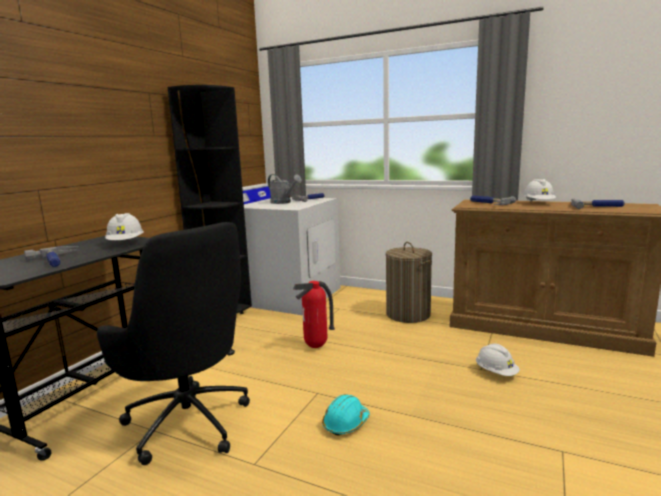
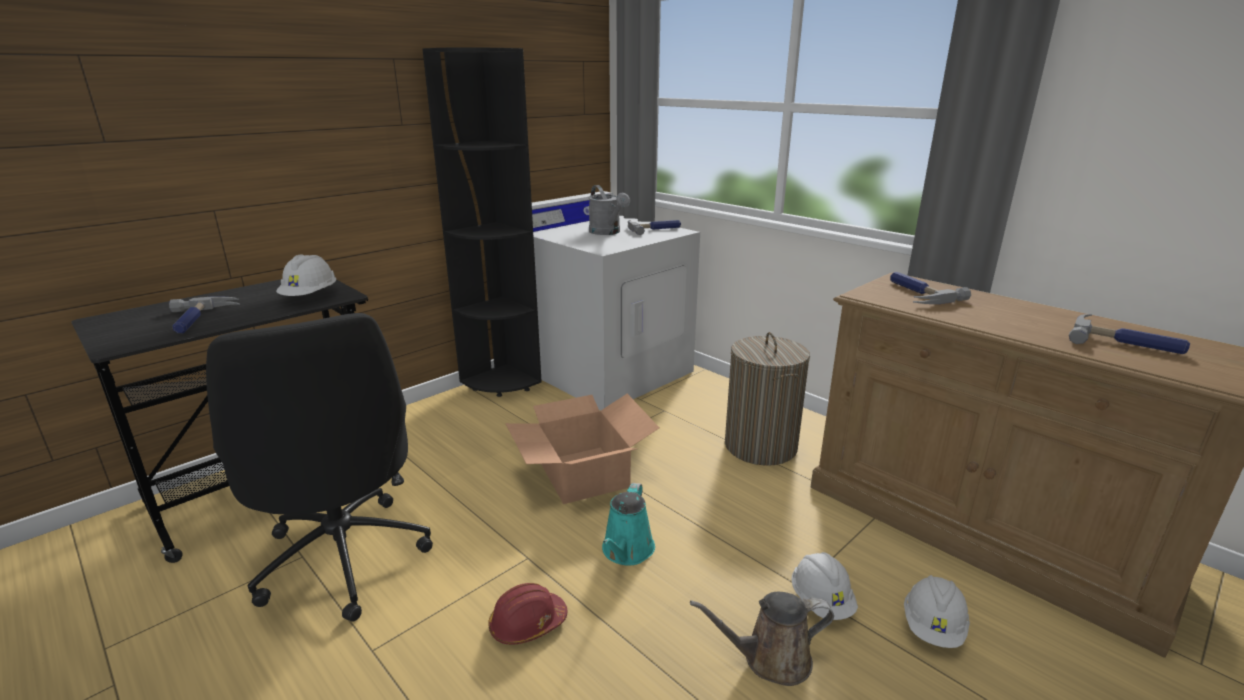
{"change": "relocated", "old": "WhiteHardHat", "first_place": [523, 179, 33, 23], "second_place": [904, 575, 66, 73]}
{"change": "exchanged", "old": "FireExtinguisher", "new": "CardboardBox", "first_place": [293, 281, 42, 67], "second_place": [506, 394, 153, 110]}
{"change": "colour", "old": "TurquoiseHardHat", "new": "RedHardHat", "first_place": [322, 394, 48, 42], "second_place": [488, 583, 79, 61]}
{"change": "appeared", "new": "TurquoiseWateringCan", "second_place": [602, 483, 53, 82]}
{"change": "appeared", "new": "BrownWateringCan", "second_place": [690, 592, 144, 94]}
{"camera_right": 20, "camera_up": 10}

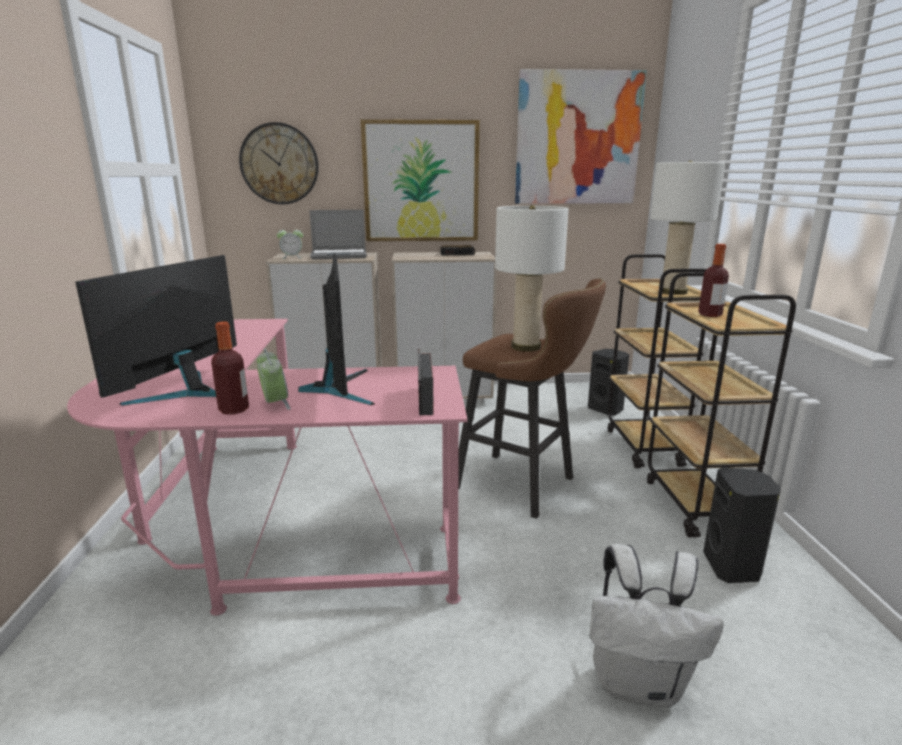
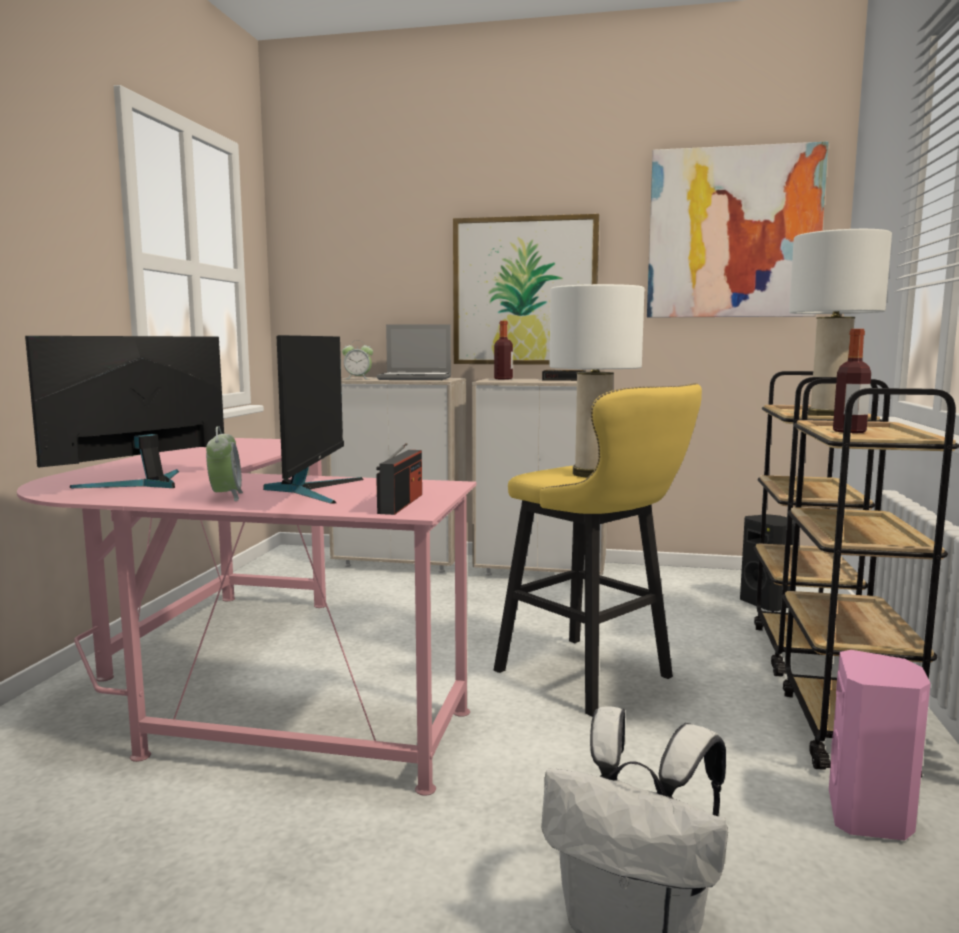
{"change": "missing", "old": "WallClock", "first_place": [239, 122, 80, 82]}
{"change": "colour", "old": "BrownStool", "new": "YellowStool", "first_place": [458, 278, 148, 241], "second_place": [494, 383, 208, 334]}
{"change": "relocated", "old": "Bottle", "first_place": [211, 322, 38, 93], "second_place": [494, 321, 19, 59]}
{"change": "colour", "old": "BlackSpeaker", "new": "PinkSpeaker", "first_place": [703, 467, 78, 116], "second_place": [829, 650, 102, 191]}
{"camera_right": 15, "camera_up": -10}

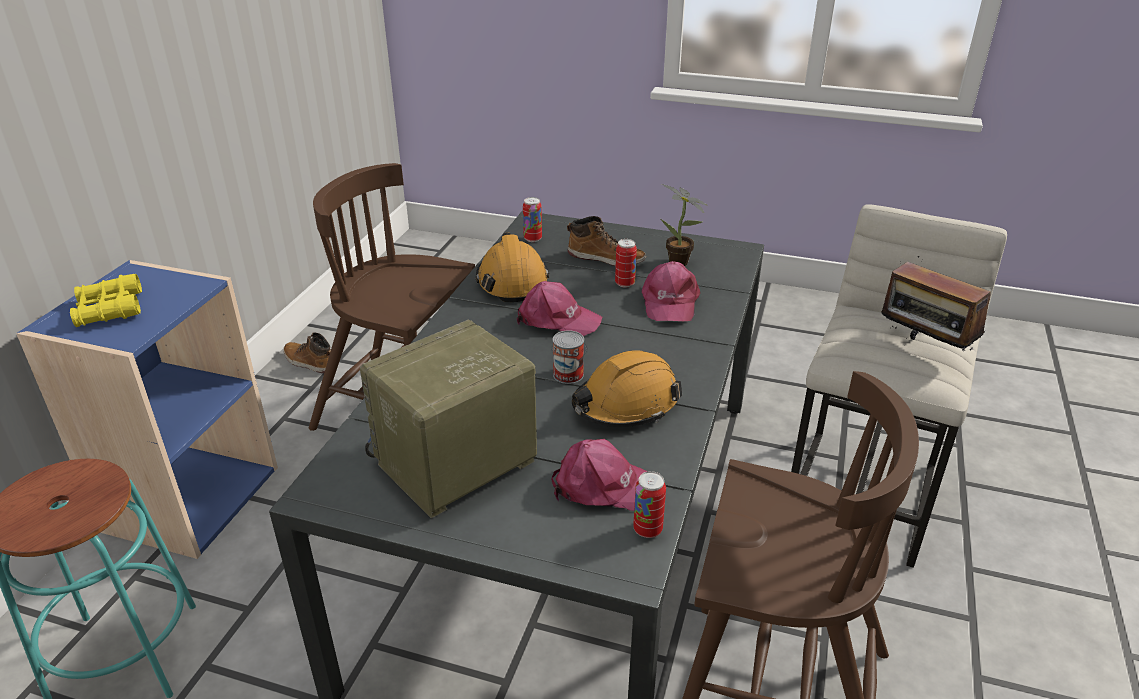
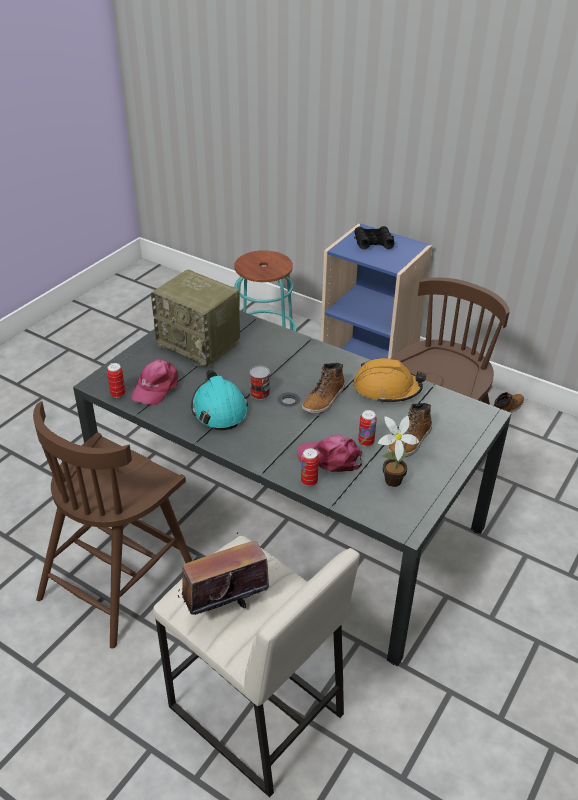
{"change": "relocated", "old": "Can", "first_place": [523, 197, 19, 45], "second_place": [301, 448, 18, 38]}
{"change": "colour", "old": "YellowBinoculars", "new": "BlackBinoculars", "first_place": [70, 274, 72, 53], "second_place": [354, 226, 40, 23]}
{"change": "exchanged", "old": "PinkCap", "new": "Boot", "first_place": [516, 281, 86, 55], "second_place": [302, 363, 43, 51]}
{"change": "spun", "old": "Radio", "first_place": [360, 319, 177, 199], "second_place": [151, 269, 89, 99], "degrees": 150}
{"change": "colour", "old": "OrangeHardHat", "new": "TurquoiseHardHat", "first_place": [572, 350, 110, 77], "second_place": [191, 370, 57, 60]}
{"camera_right": 105, "camera_up": 5}

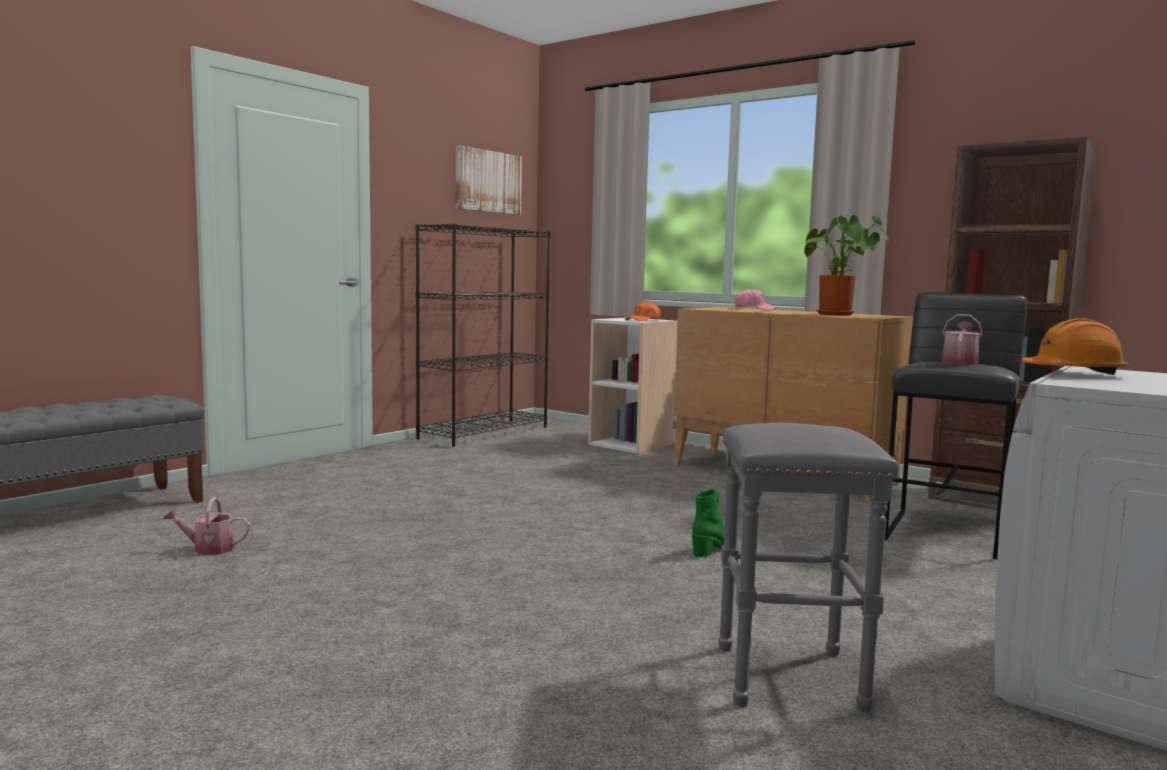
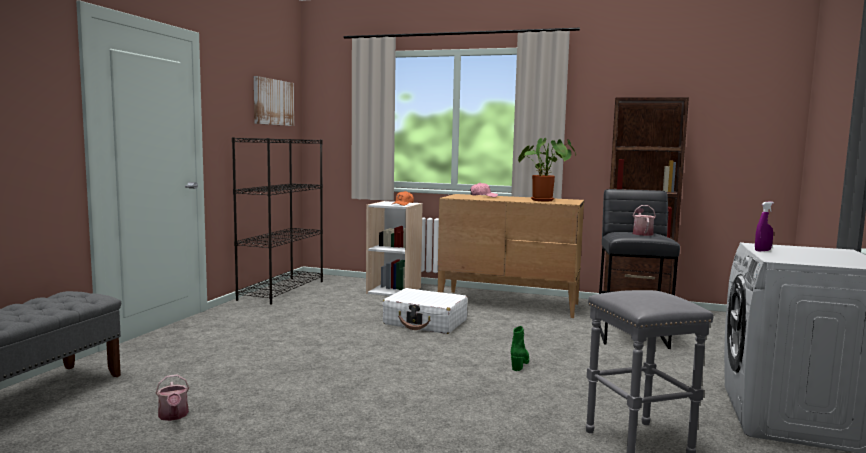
{"change": "exchanged", "old": "OrangeHardHat", "new": "PurpleSprayBottle", "first_place": [1021, 318, 108, 57], "second_place": [755, 201, 19, 51]}
{"change": "spun", "old": "WateringCan", "first_place": [163, 497, 87, 58], "second_place": [156, 375, 33, 46], "degrees": -90}
{"change": "appeared", "new": "WhiteSuitcase", "second_place": [382, 288, 86, 46]}
{"camera_right": -20, "camera_up": 0}

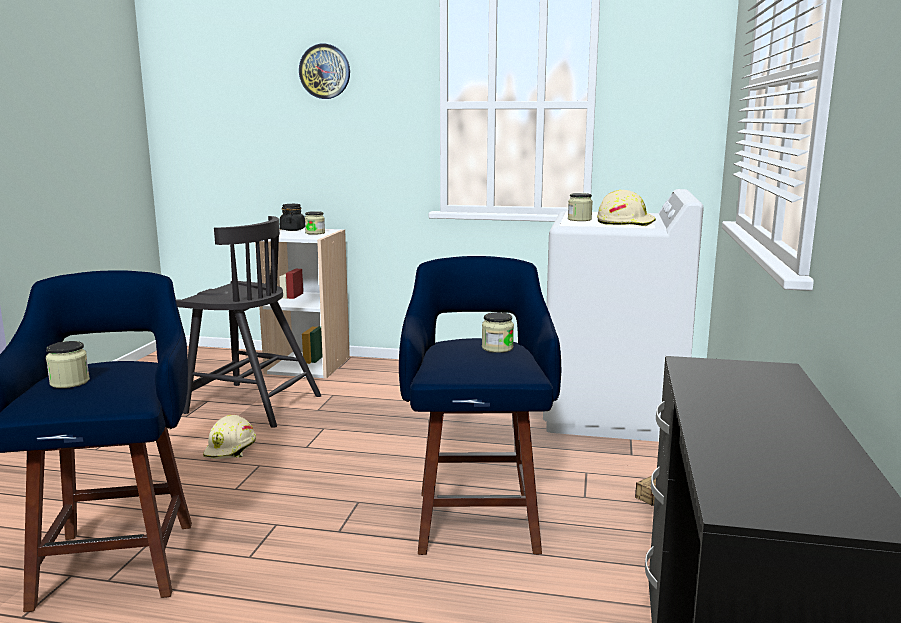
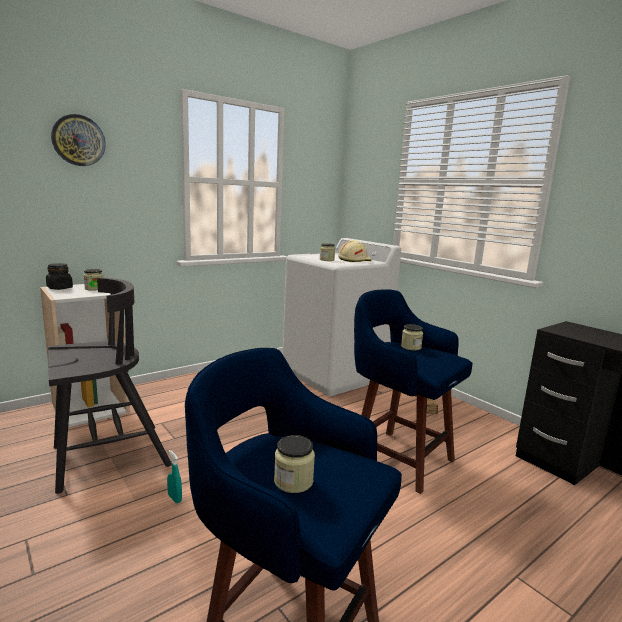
{"change": "exchanged", "old": "BeigeHardHat", "new": "TurquoiseSprayBottle", "first_place": [203, 414, 53, 45], "second_place": [167, 450, 15, 53]}
{"camera_right": -50, "camera_up": 0}

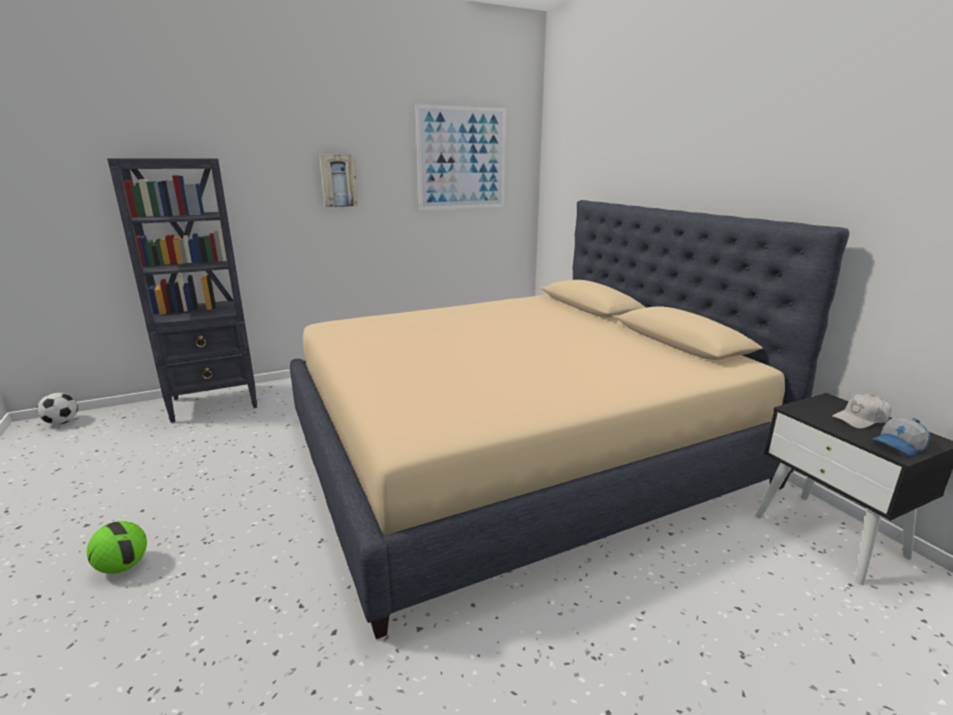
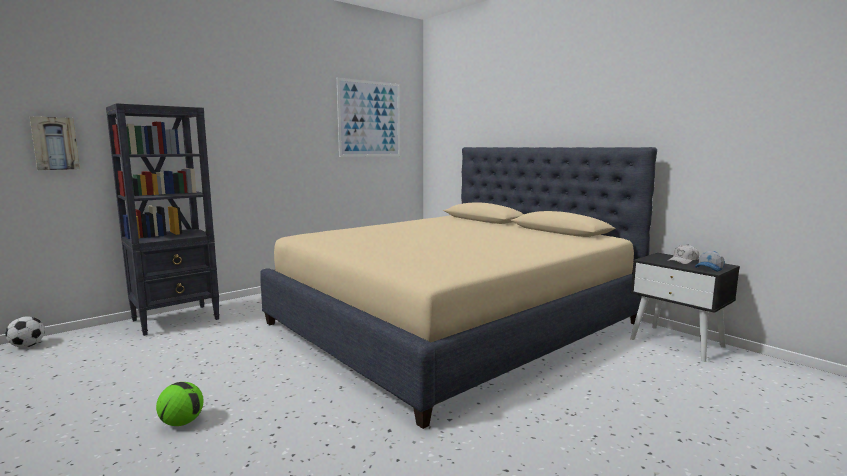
{"change": "relocated", "old": "Picture", "first_place": [319, 155, 39, 52], "second_place": [30, 117, 50, 53]}
{"camera_right": -15, "camera_up": -10}

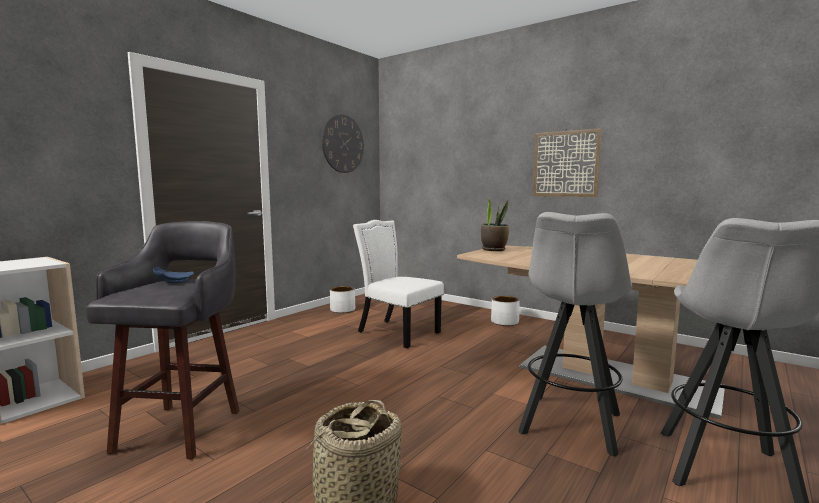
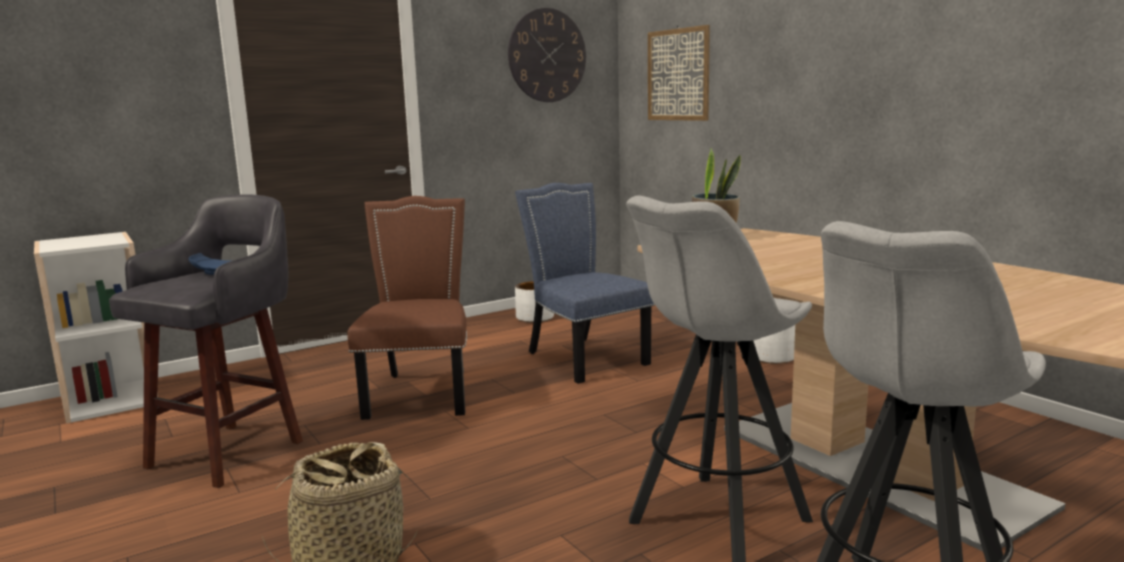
{"change": "relocated", "old": "Picture", "first_place": [533, 128, 69, 69], "second_place": [648, 25, 62, 96]}
{"change": "colour", "old": "WhiteChair", "new": "BlueChair", "first_place": [353, 220, 91, 128], "second_place": [515, 183, 140, 201]}
{"change": "appeared", "new": "BrownChair", "second_place": [347, 196, 120, 224]}
{"camera_right": 20, "camera_up": 5}

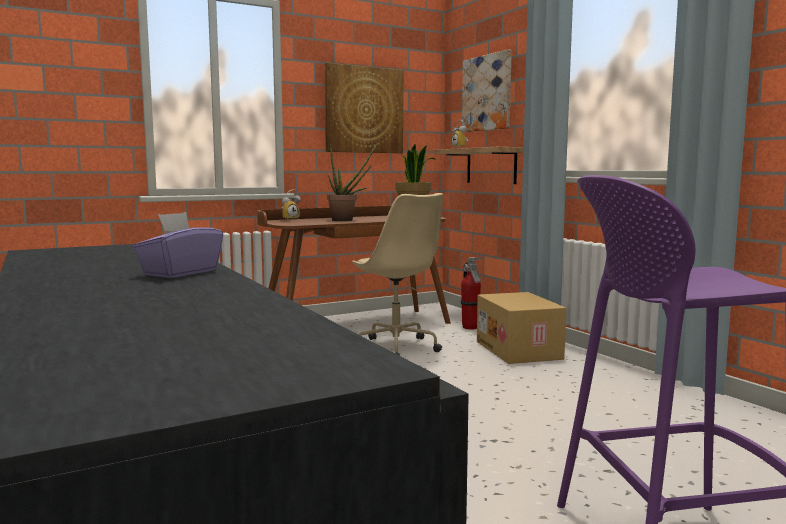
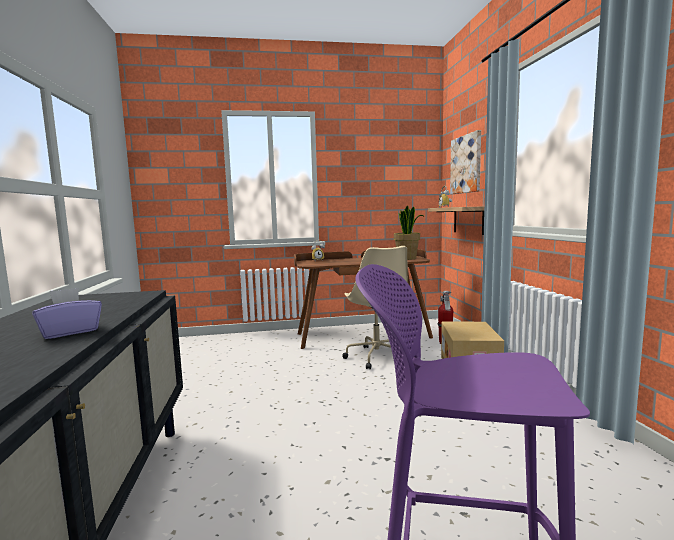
{"change": "missing", "old": "Picture", "first_place": [325, 63, 79, 90]}
{"change": "missing", "old": "PottedPlant", "first_place": [327, 143, 51, 78]}
{"camera_right": 20, "camera_up": 0}

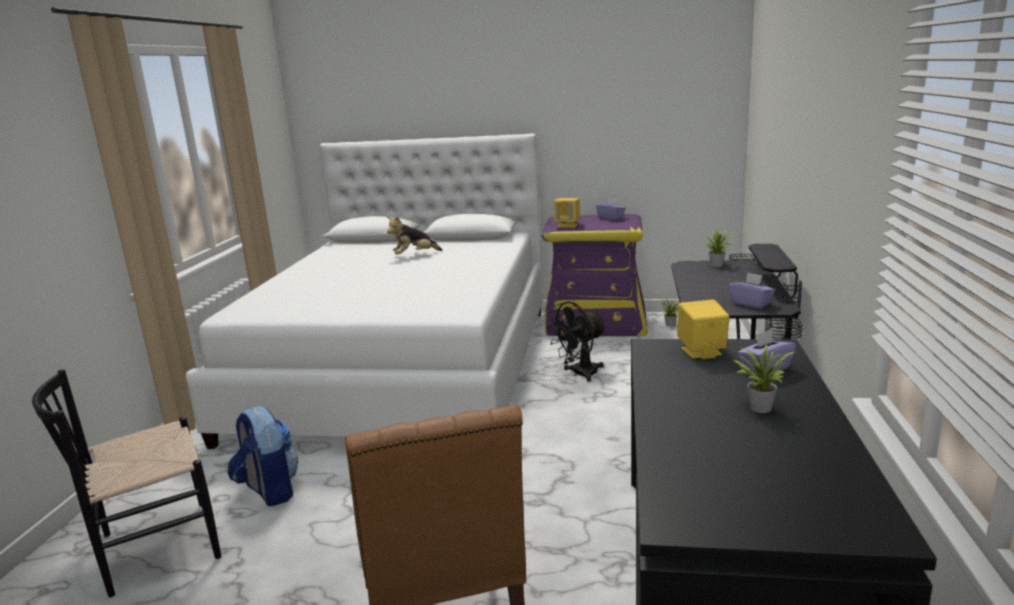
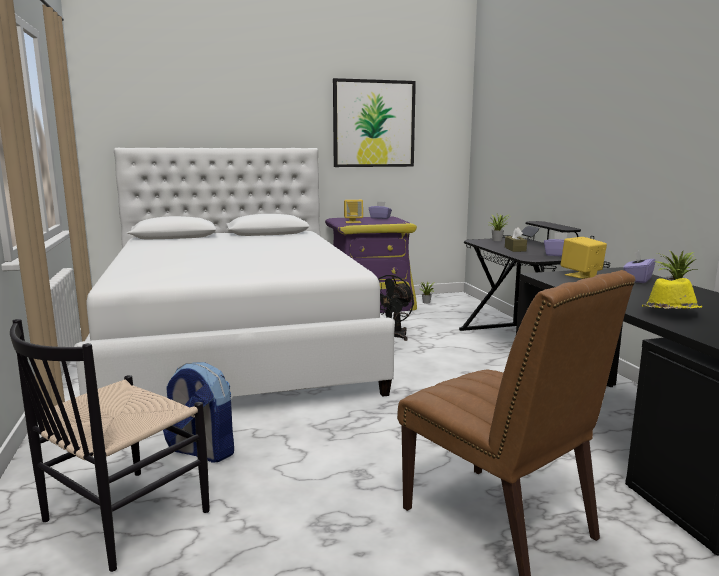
{"change": "missing", "old": "PlushToy", "first_place": [387, 216, 55, 39]}
{"change": "appeared", "new": "Picture", "second_place": [333, 78, 83, 89]}
{"change": "appeared", "new": "BrownTissueBox", "second_place": [505, 227, 22, 25]}
{"change": "appeared", "new": "YellowHat", "second_place": [642, 278, 60, 31]}
{"camera_right": -25, "camera_up": -5}

